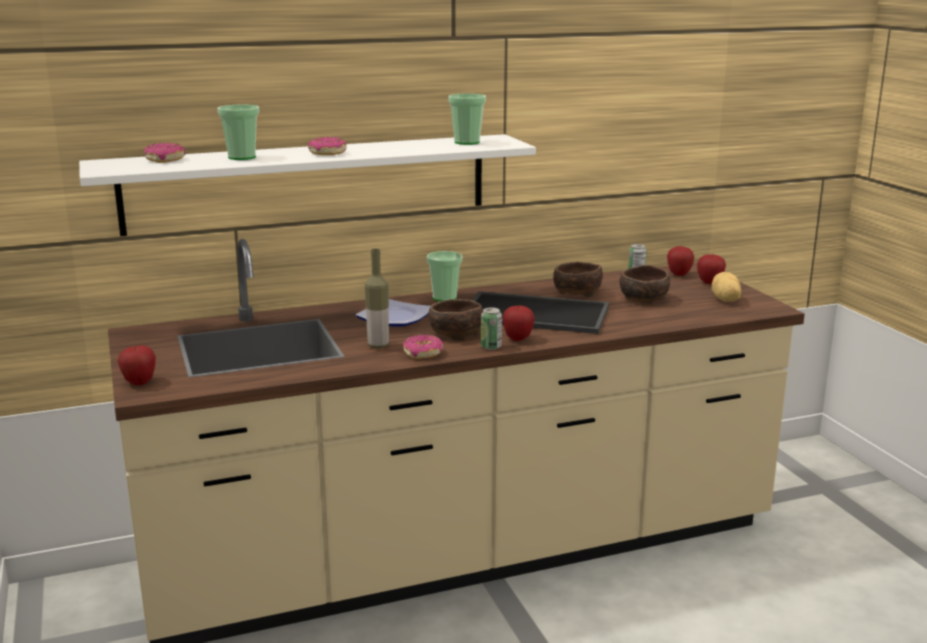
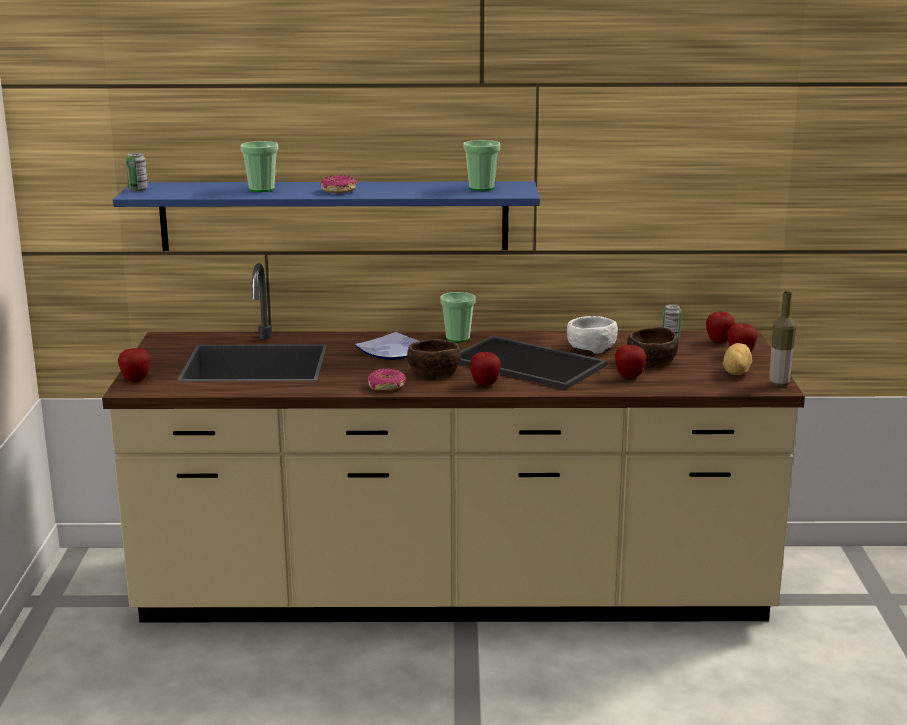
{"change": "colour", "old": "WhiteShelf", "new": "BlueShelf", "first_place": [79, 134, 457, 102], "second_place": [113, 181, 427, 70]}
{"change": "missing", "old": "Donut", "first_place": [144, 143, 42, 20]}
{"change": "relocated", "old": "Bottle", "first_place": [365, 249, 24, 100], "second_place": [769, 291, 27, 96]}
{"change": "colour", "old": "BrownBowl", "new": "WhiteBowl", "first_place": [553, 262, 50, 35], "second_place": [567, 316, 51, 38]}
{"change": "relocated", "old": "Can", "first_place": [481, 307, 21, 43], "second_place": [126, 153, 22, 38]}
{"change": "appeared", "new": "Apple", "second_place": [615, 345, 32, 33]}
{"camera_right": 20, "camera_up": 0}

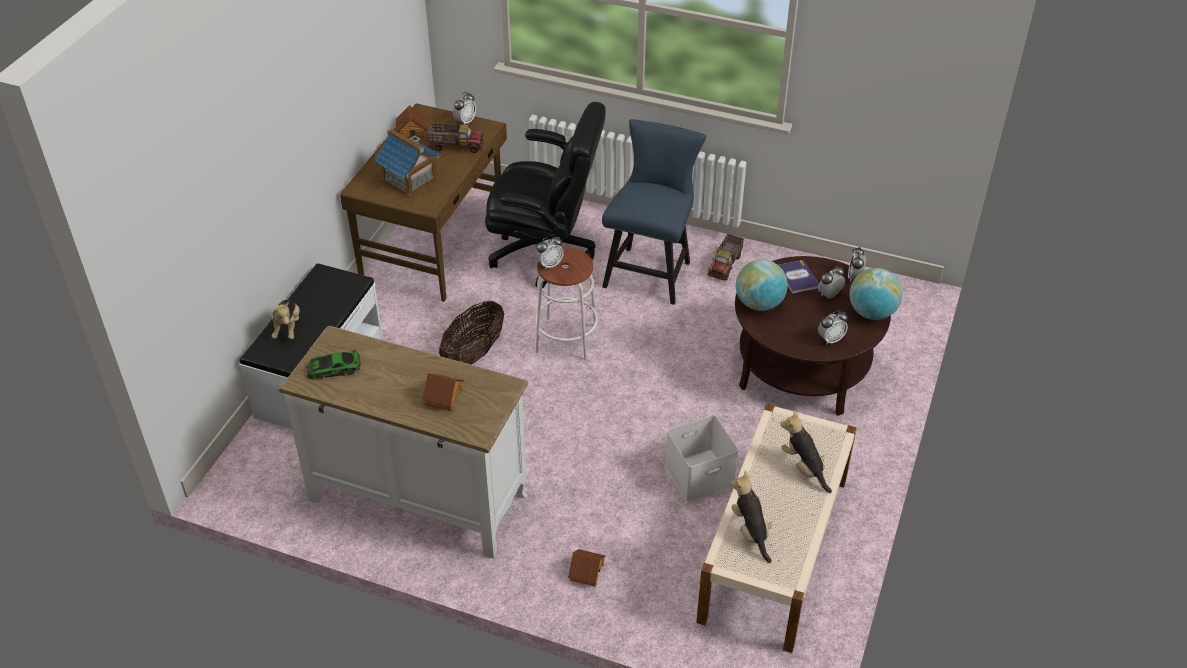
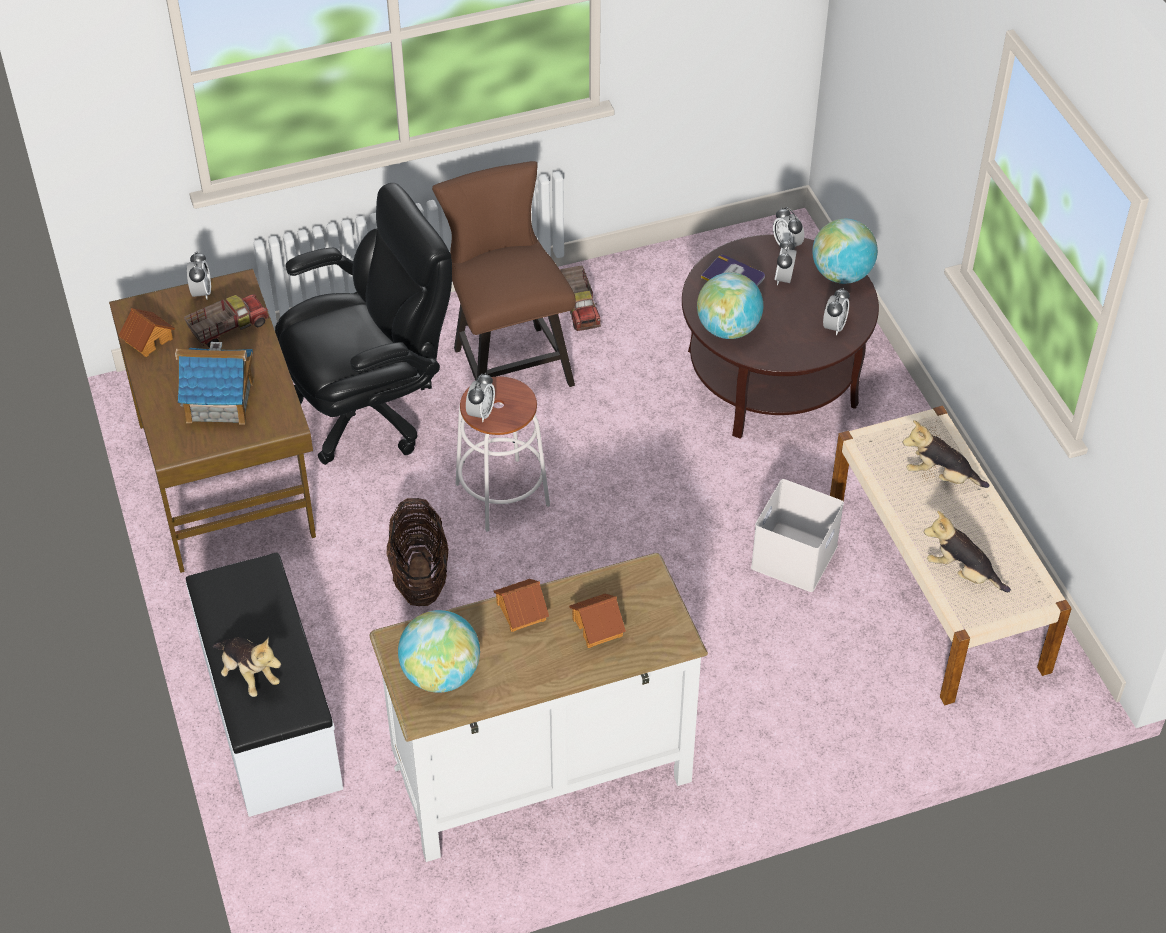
{"change": "colour", "old": "BlueChair", "new": "BrownChair", "first_place": [602, 119, 104, 186], "second_place": [432, 161, 144, 226]}
{"change": "exchanged", "old": "ToyCar", "new": "Globe", "first_place": [306, 350, 55, 29], "second_place": [398, 610, 82, 83]}
{"change": "relocated", "old": "ToyHouse", "first_place": [568, 549, 37, 38], "second_place": [494, 579, 55, 53]}
{"camera_right": -40, "camera_up": 5}

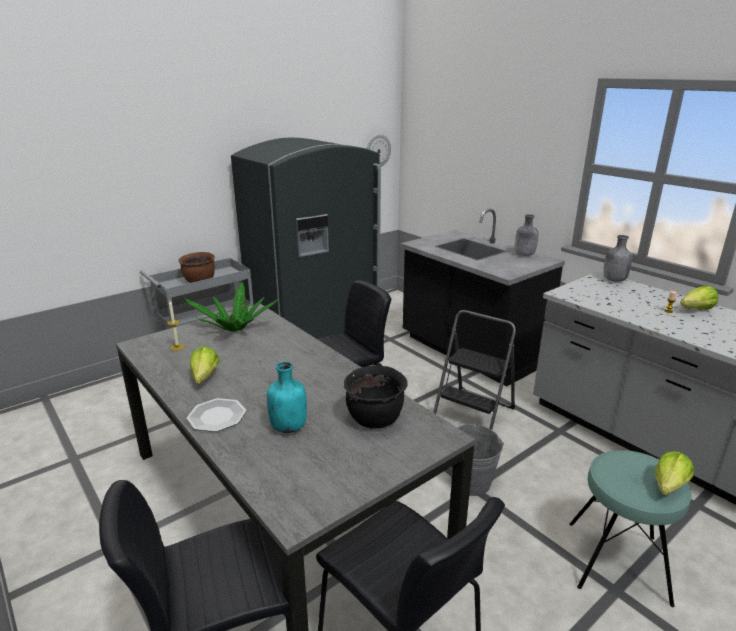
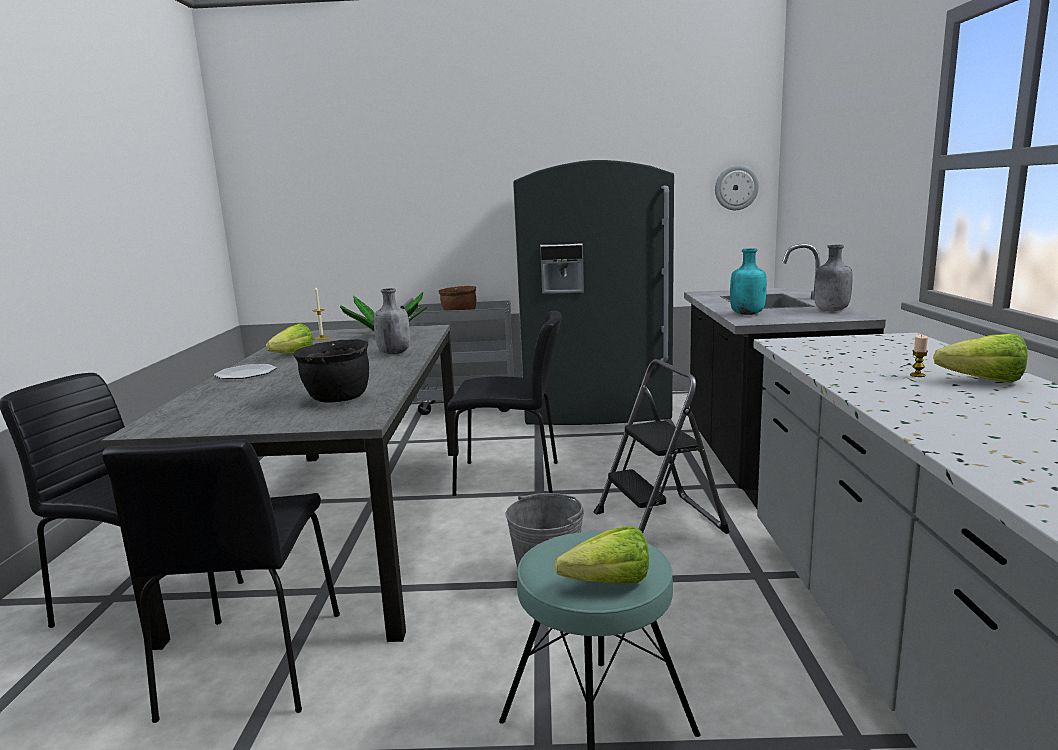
{"change": "relocated", "old": "GreyBottle", "first_place": [603, 235, 30, 47], "second_place": [374, 288, 36, 66]}
{"change": "relocated", "old": "TurquoiseBottle", "first_place": [267, 362, 40, 71], "second_place": [730, 248, 37, 67]}
{"camera_right": 40, "camera_up": -10}

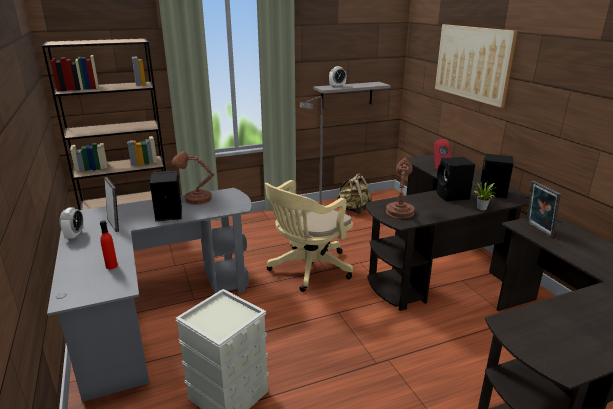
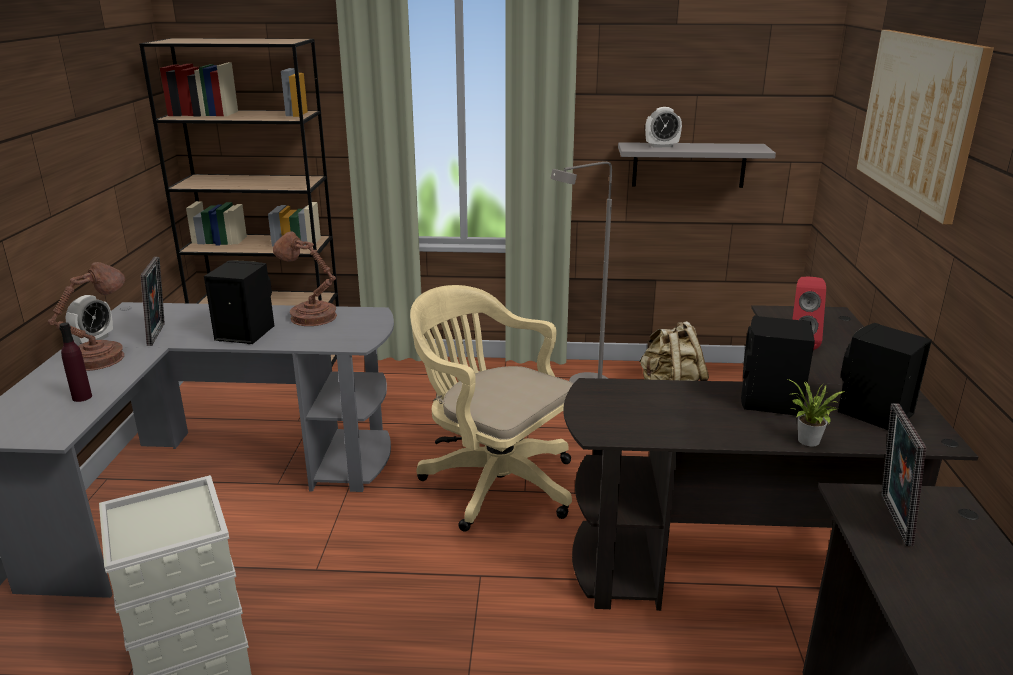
{"change": "relocated", "old": "BrownTableLamp", "first_place": [386, 158, 29, 60], "second_place": [48, 262, 77, 109]}
{"change": "spun", "old": "BeigeOfficeChair", "first_place": [265, 180, 88, 112], "second_place": [410, 285, 163, 247], "degrees": 60}
{"change": "colour", "old": "RedBottle", "new": "PurpleBottle", "first_place": [100, 220, 18, 49], "second_place": [59, 322, 33, 80]}
{"camera_right": 25, "camera_up": 0}

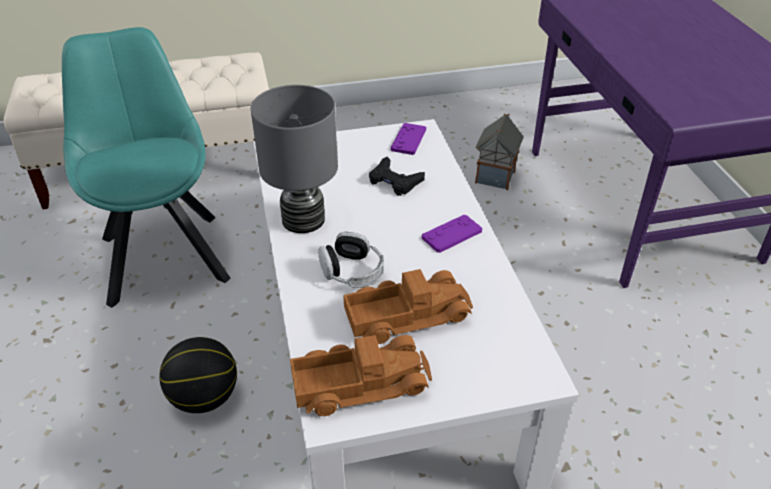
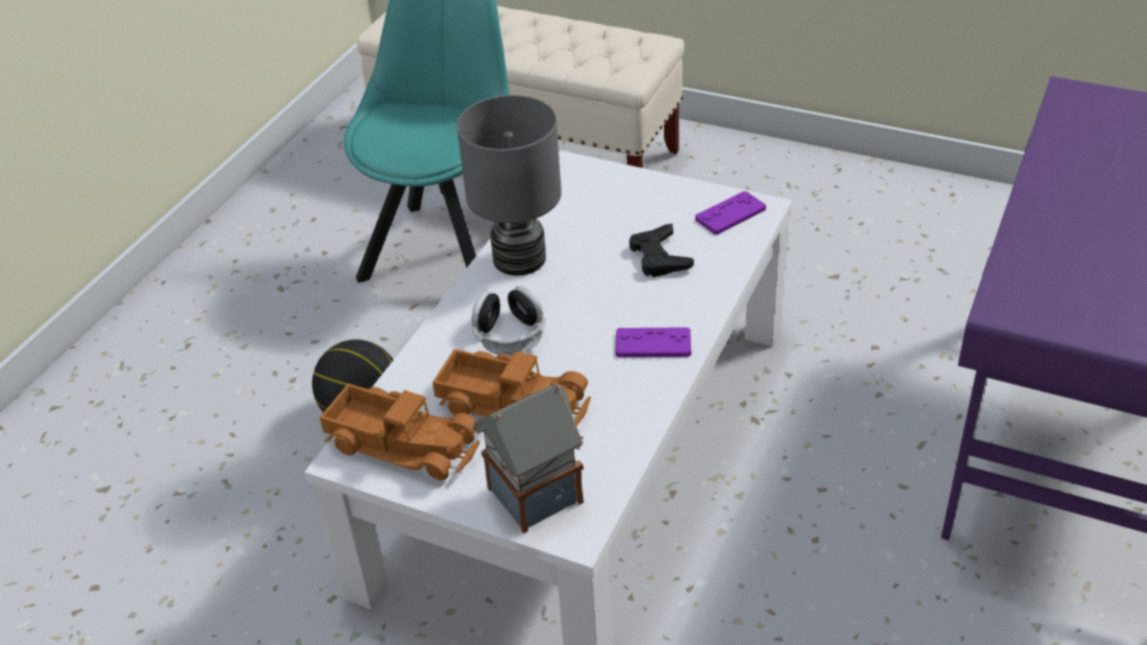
{"change": "relocated", "old": "ToyHouse", "first_place": [475, 113, 48, 77], "second_place": [472, 382, 112, 152]}
{"camera_right": 40, "camera_up": 0}

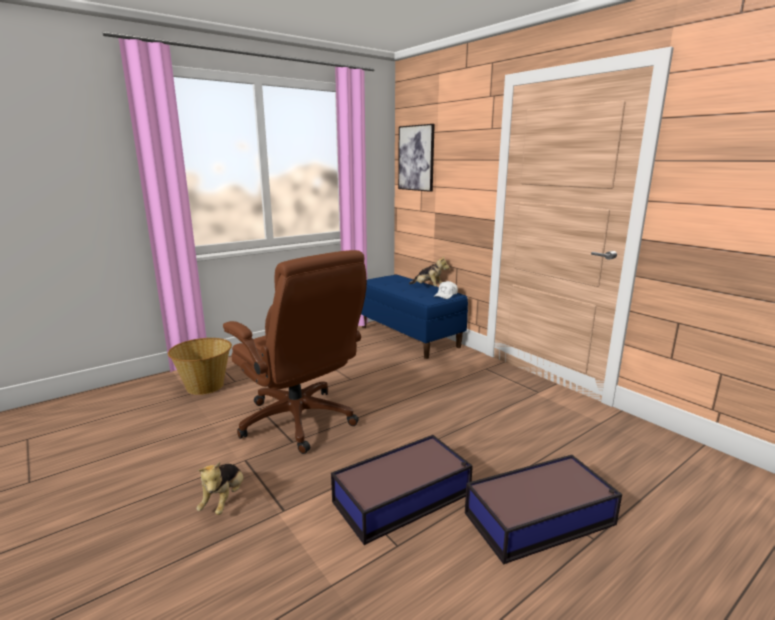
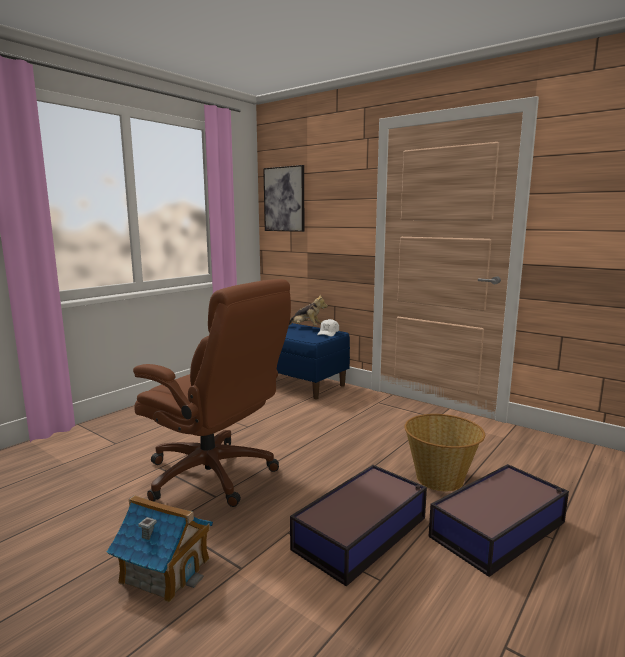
{"change": "relocated", "old": "Basket", "first_place": [168, 338, 64, 57], "second_place": [404, 414, 81, 77]}
{"change": "exchanged", "old": "PlushToy", "new": "ToyHouse", "first_place": [197, 462, 46, 53], "second_place": [107, 495, 106, 108]}
{"camera_right": -15, "camera_up": -5}

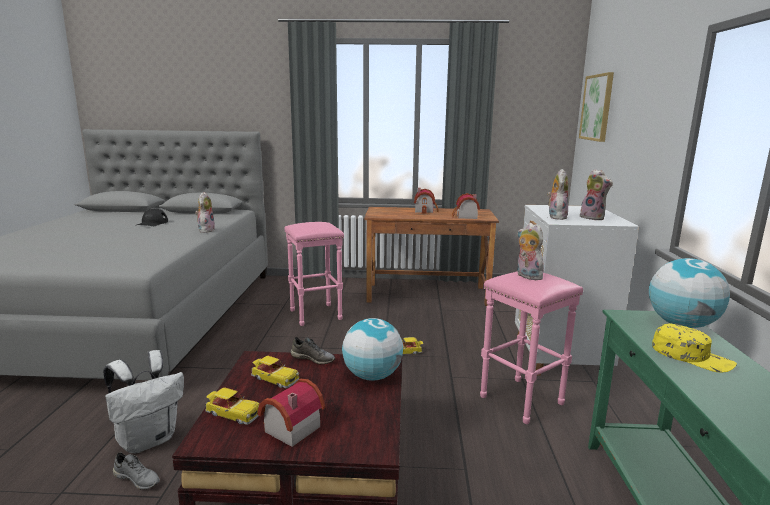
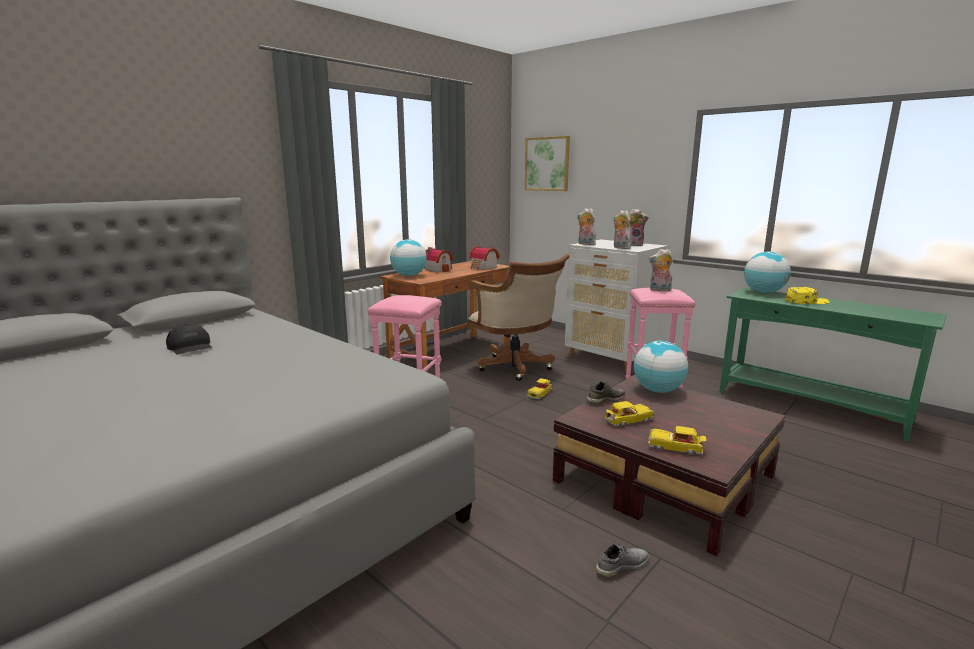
{"change": "relocated", "old": "PlushToy", "first_place": [195, 192, 20, 41], "second_place": [577, 208, 19, 37]}
{"change": "missing", "old": "WhiteBackpack", "first_place": [103, 350, 81, 103]}
{"change": "missing", "old": "ToyHouse", "first_place": [257, 379, 69, 68]}
{"change": "spun", "old": "ToyCar", "first_place": [205, 387, 55, 38], "second_place": [648, 426, 58, 29], "degrees": -135}
{"change": "appeared", "new": "Globe", "second_place": [390, 239, 37, 37]}
{"change": "appeared", "new": "OfficeChair", "second_place": [468, 254, 102, 127]}
{"camera_right": -50, "camera_up": 0}

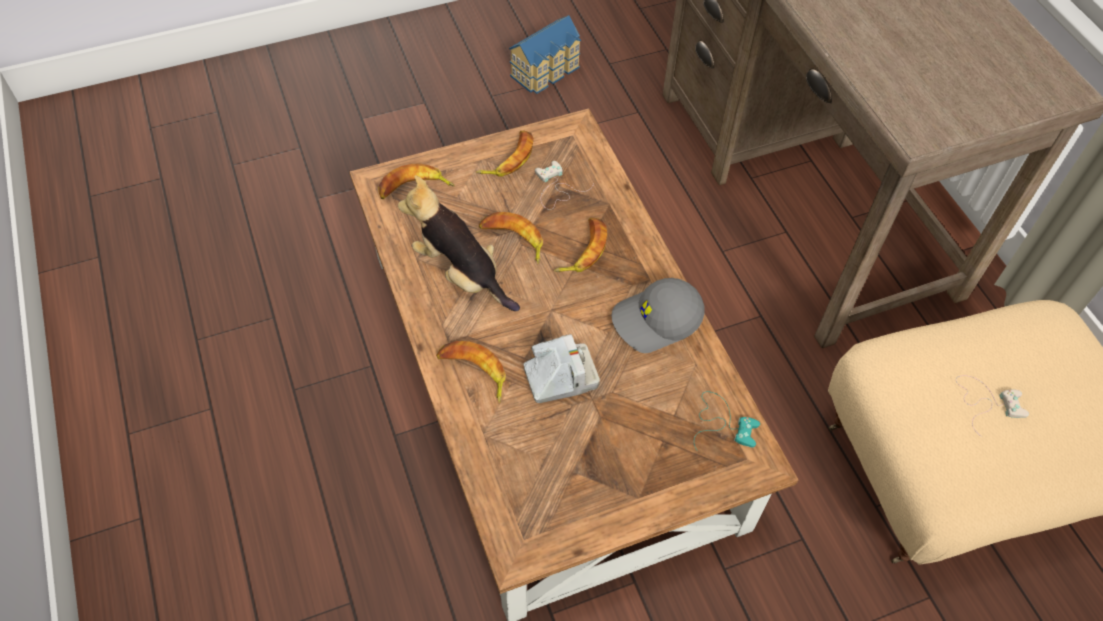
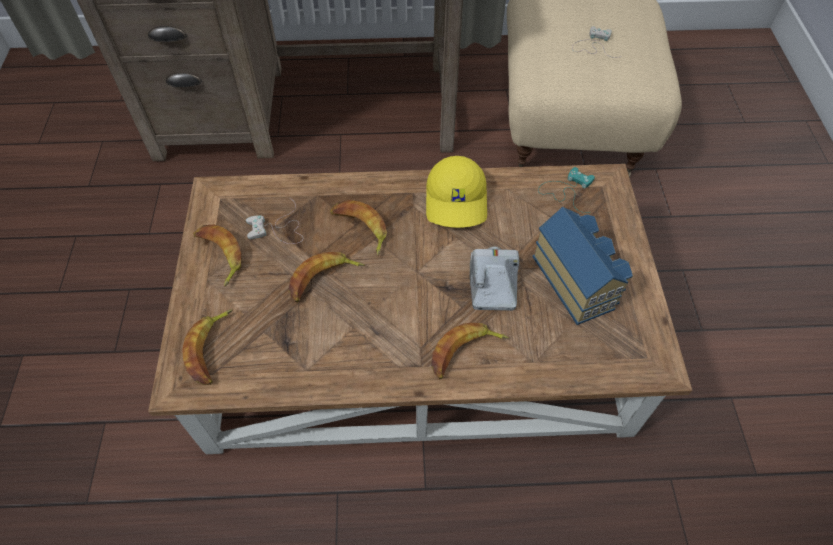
{"change": "relocated", "old": "ToyHouse", "first_place": [509, 15, 72, 79], "second_place": [532, 207, 101, 118]}
{"change": "missing", "old": "PlushToy", "first_place": [398, 176, 122, 135]}
{"change": "colour", "old": "GreyCap", "new": "YellowCap", "first_place": [611, 278, 94, 75], "second_place": [426, 156, 61, 72]}
{"camera_right": -70, "camera_up": 0}

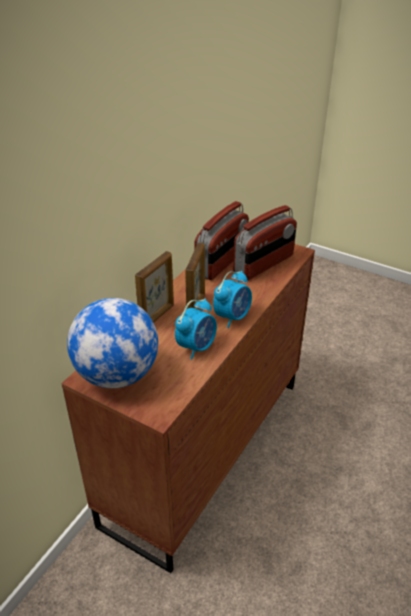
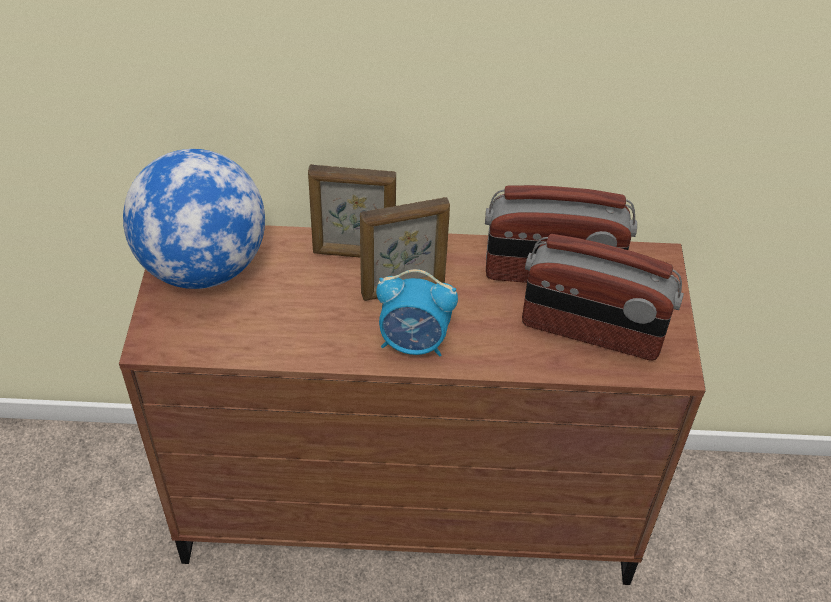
{"change": "missing", "old": "AlarmClock", "first_place": [175, 298, 42, 62]}
{"camera_right": 60, "camera_up": 10}

